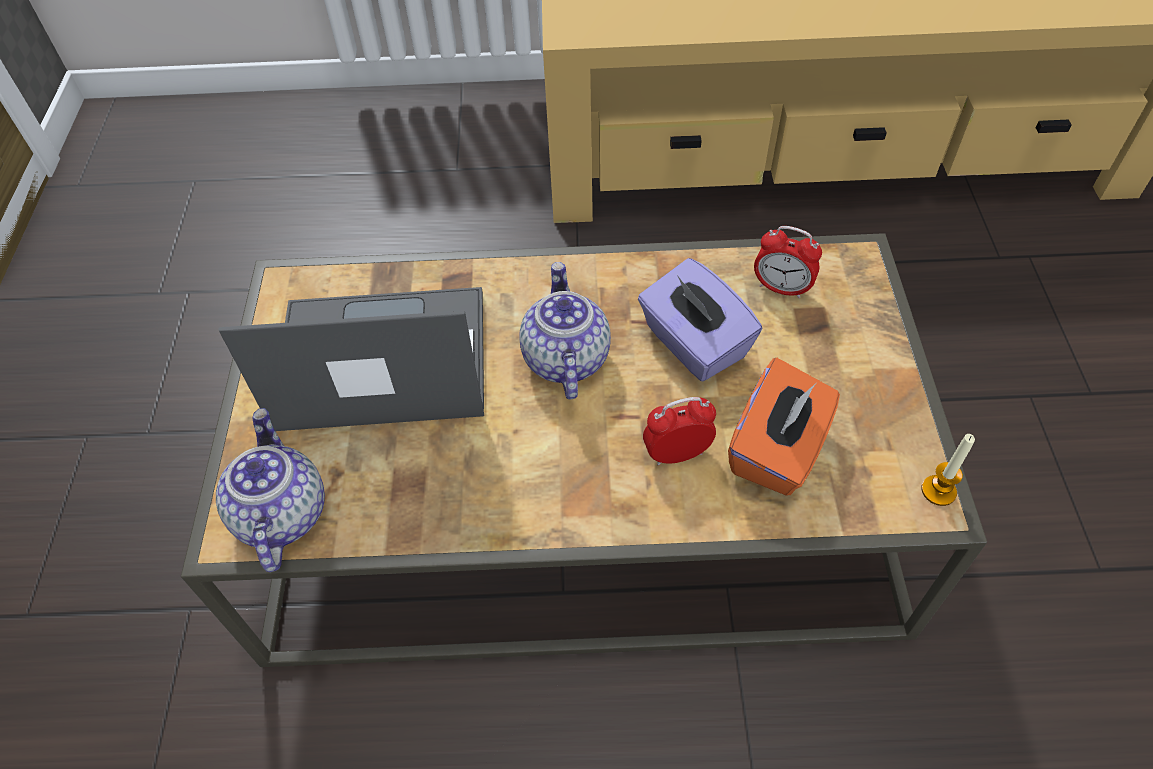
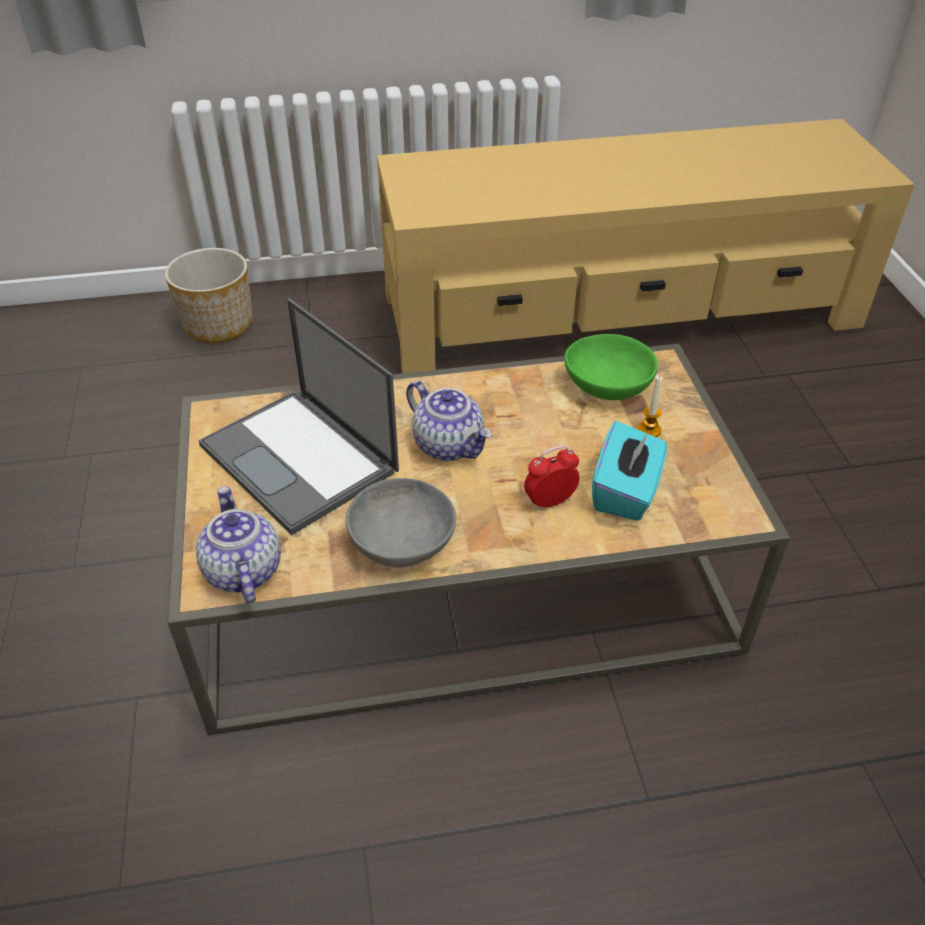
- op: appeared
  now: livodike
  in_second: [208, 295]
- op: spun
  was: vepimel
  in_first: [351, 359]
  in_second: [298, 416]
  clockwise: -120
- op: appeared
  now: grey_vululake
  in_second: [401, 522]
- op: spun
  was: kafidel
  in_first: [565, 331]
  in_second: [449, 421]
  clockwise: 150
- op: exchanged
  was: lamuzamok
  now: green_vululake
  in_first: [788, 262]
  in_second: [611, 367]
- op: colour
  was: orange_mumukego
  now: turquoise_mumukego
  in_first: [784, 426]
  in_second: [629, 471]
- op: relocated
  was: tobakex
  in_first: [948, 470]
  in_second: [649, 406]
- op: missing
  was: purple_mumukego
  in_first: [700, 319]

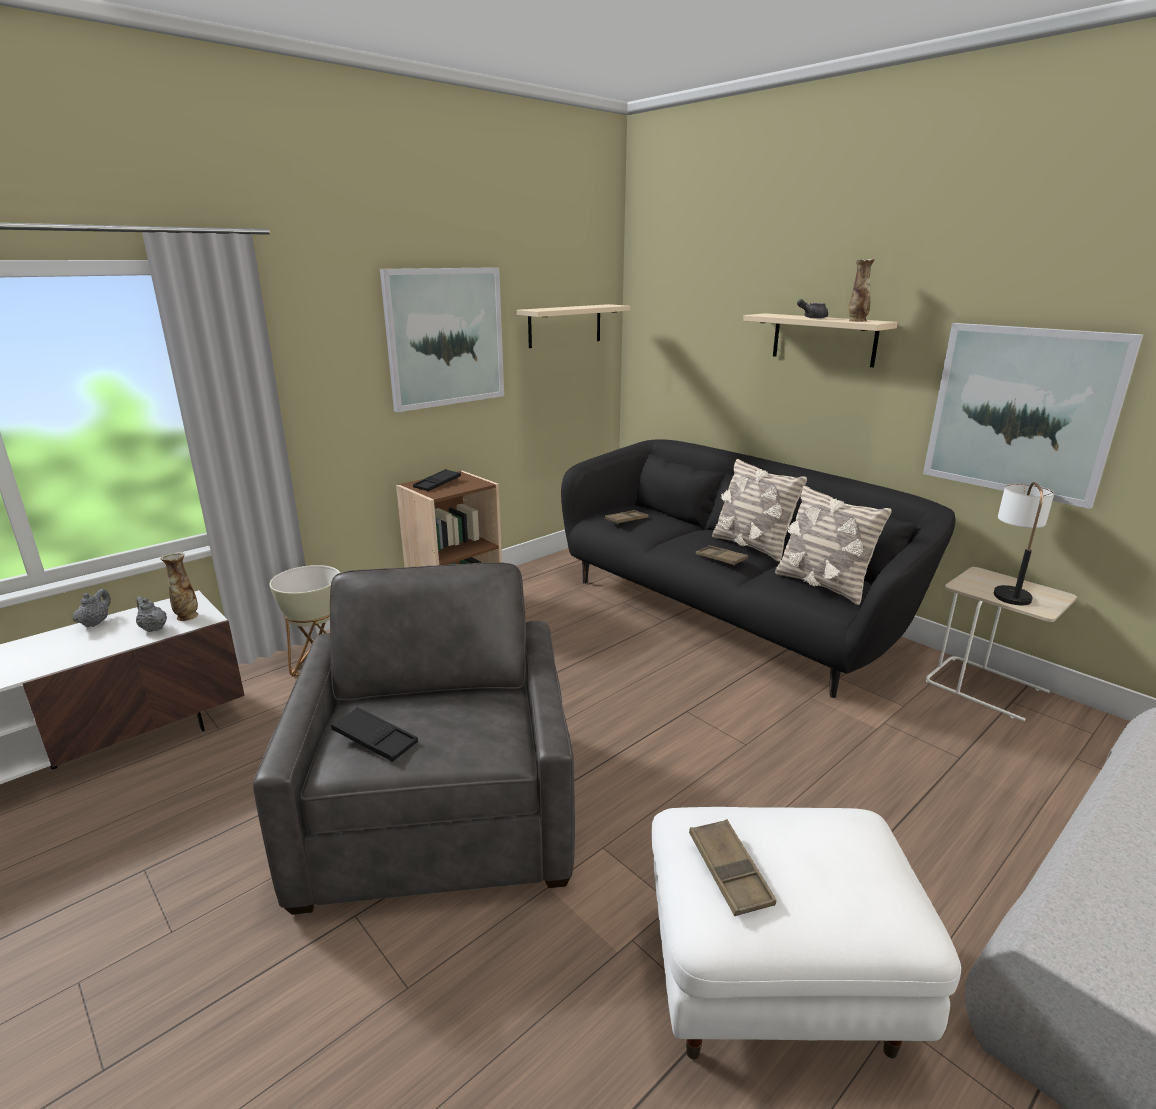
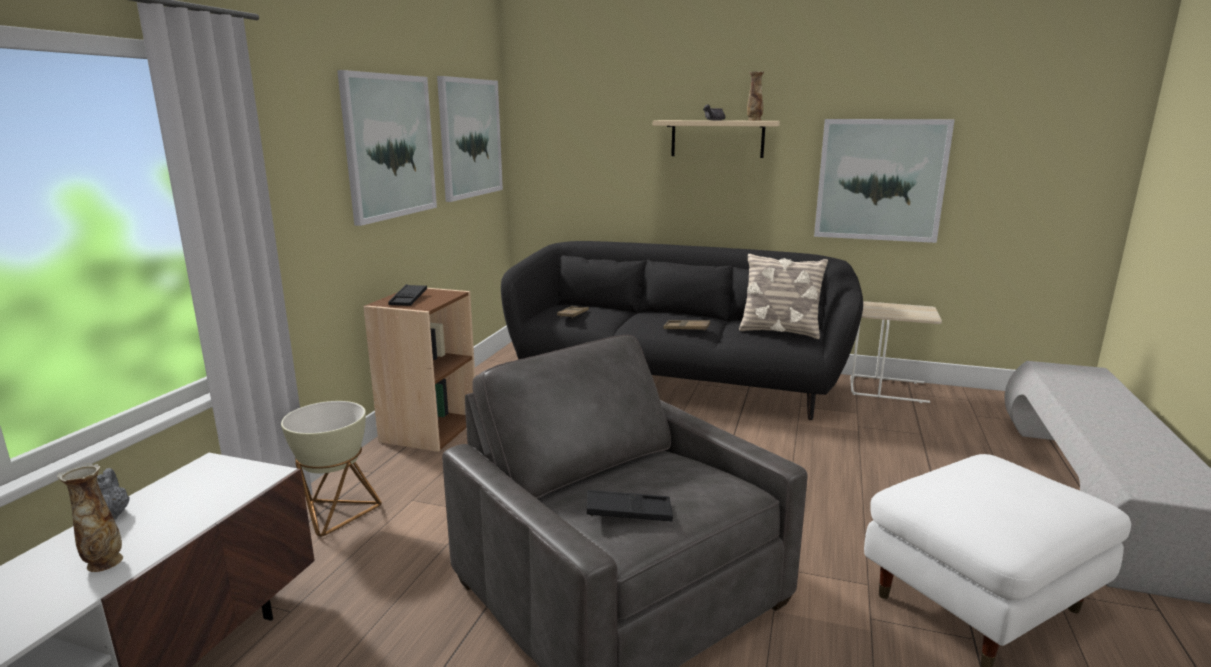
- op: relocated
  was: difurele
  in_first: [179, 586]
  in_second: [90, 517]
- op: exchanged
  was: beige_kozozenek
  now: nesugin
  in_first: [574, 326]
  in_second: [470, 139]
- op: missing
  was: grey_kafidel
  in_first: [151, 614]
- op: missing
  was: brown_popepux
  in_first: [732, 867]
- op: missing
  was: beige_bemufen
  in_first: [759, 510]
- op: missing
  was: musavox
  in_first: [1024, 543]

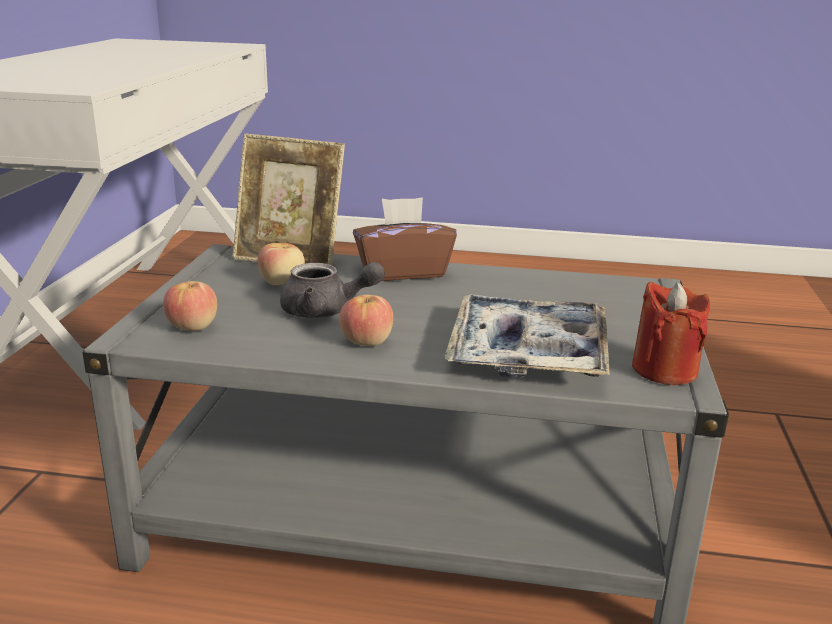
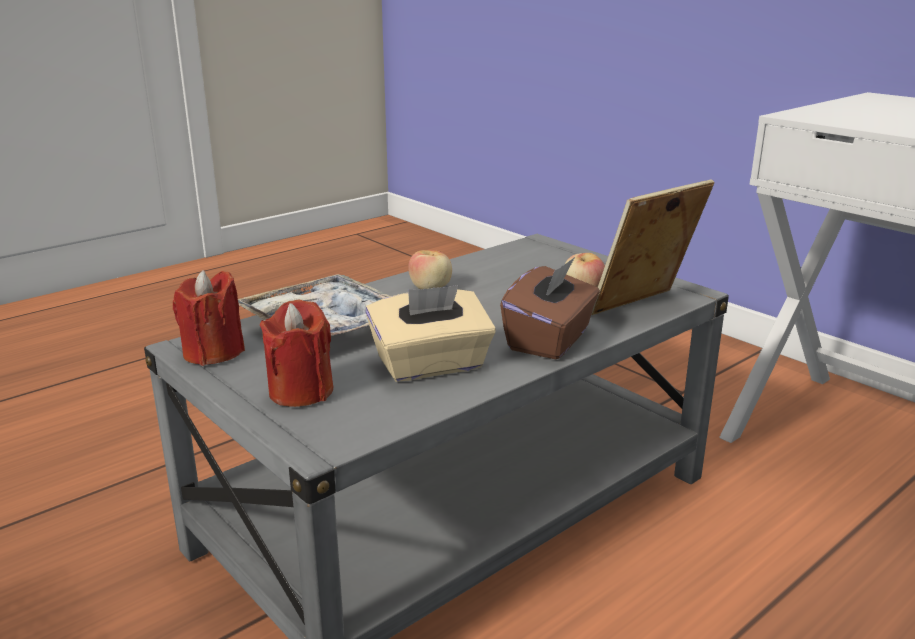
- op: appeared
  now: red_tobakex
  in_second: [297, 353]
- op: appeared
  now: beige_mumukego
  in_second: [431, 333]
- op: missing
  was: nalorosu
  in_first: [190, 306]
- op: missing
  was: grey_kafidel
  in_first: [332, 290]

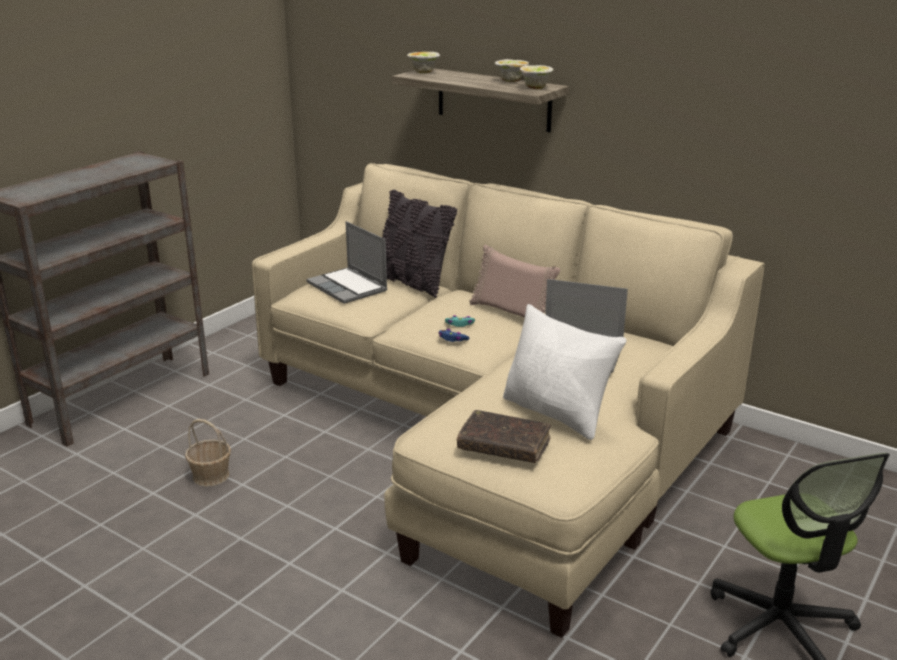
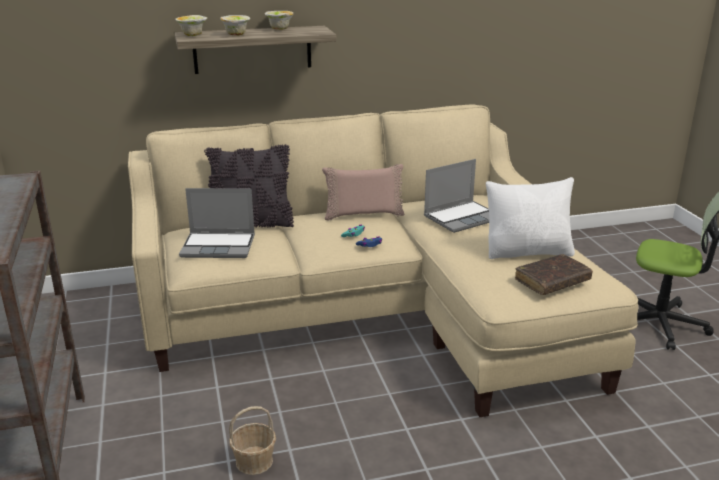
- op: relocated
  was: vululake
  in_first: [537, 77]
  in_second: [235, 25]

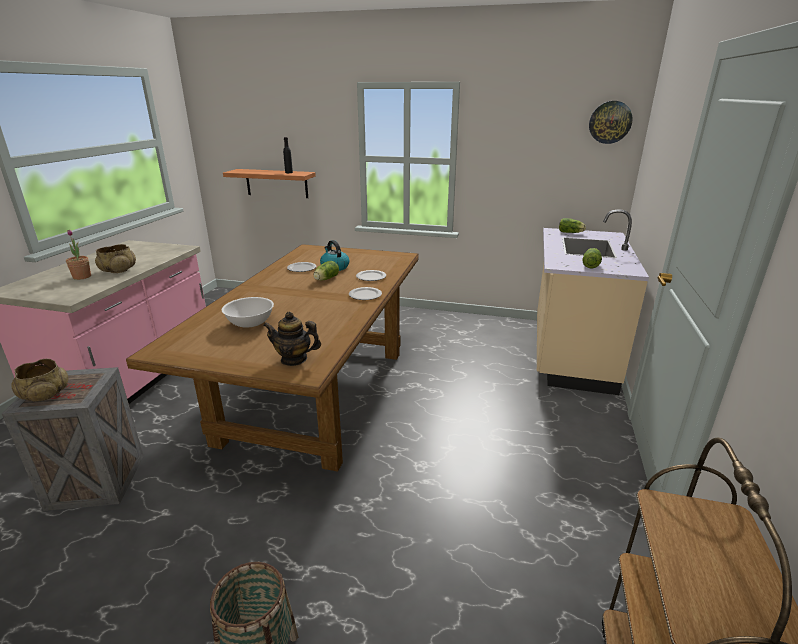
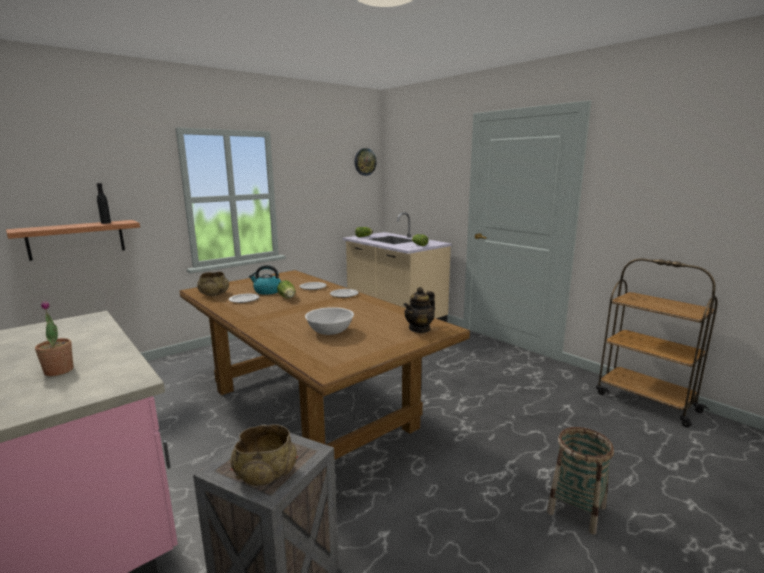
- op: relocated
  was: beige_vululake
  in_first: [115, 258]
  in_second: [213, 284]

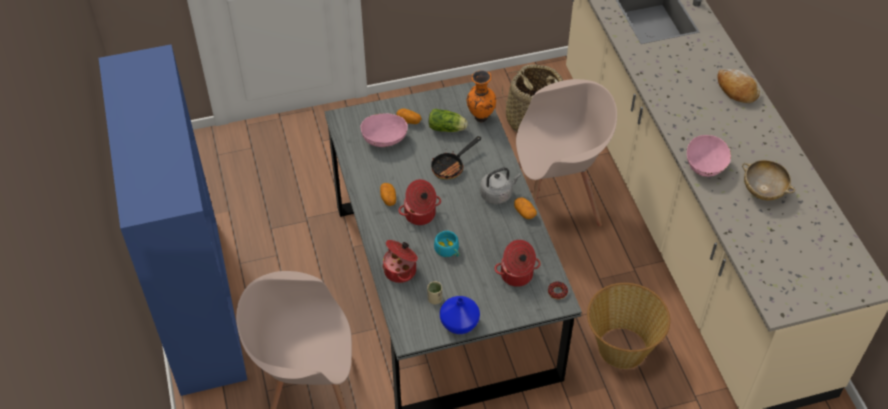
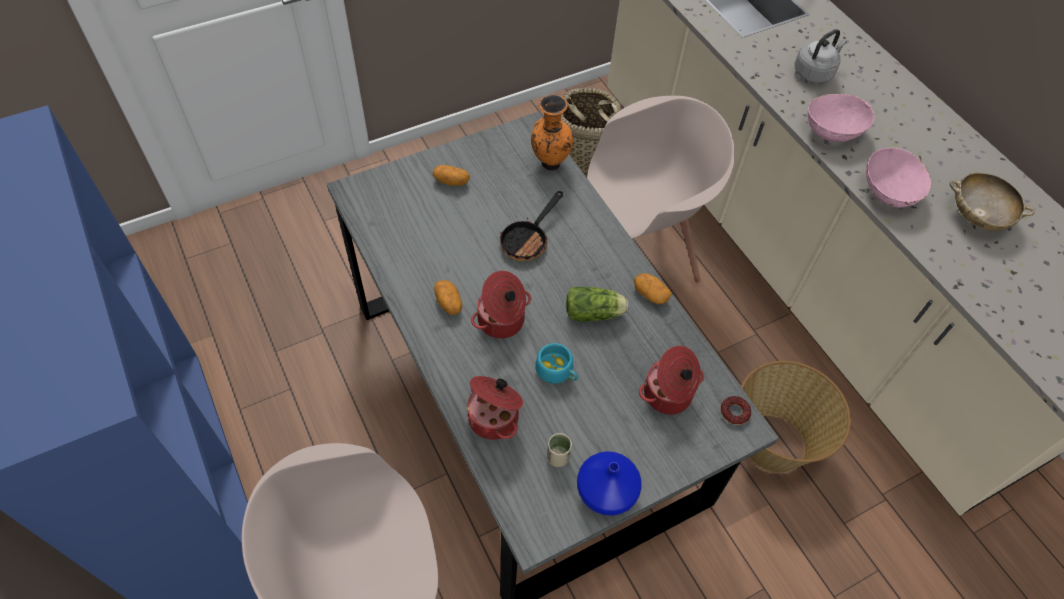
- op: relocated
  was: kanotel
  in_first: [448, 120]
  in_second: [597, 304]
- op: relocated
  was: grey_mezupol
  in_first: [500, 185]
  in_second: [820, 56]
- op: relocated
  was: pink_vululake
  in_first: [384, 130]
  in_second: [841, 118]
- op: missing
  was: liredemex
  in_first: [738, 86]

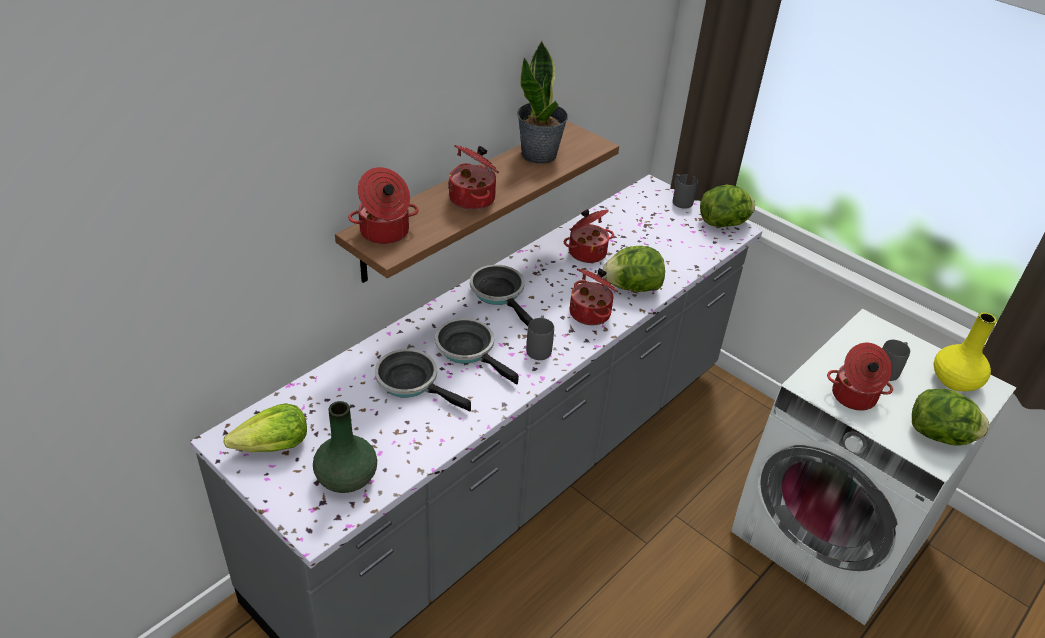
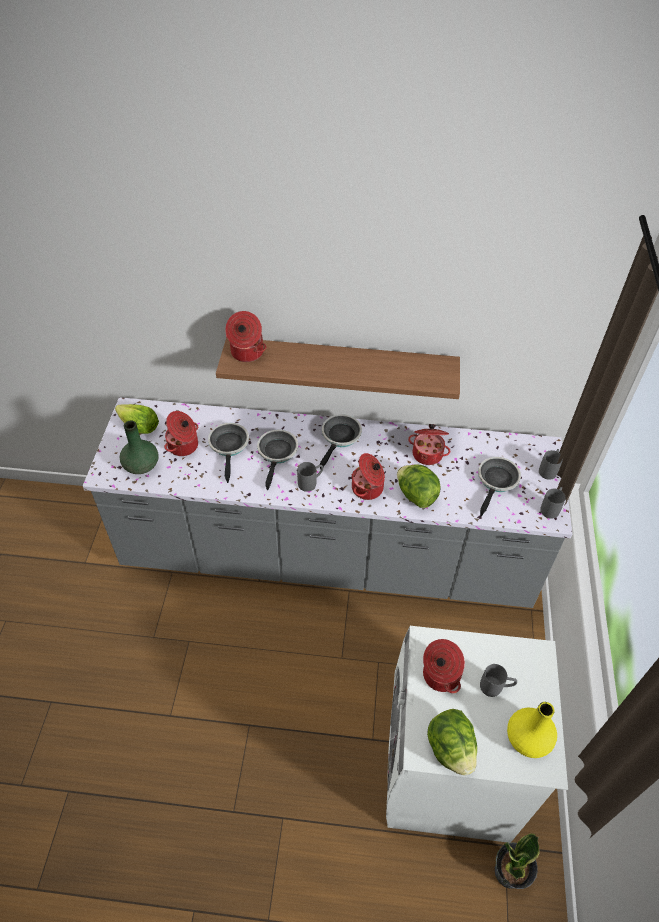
- op: relocated
  was: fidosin
  in_first: [473, 177]
  in_second: [181, 433]
- op: appeared
  now: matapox
  in_second: [499, 486]
- op: relocated
  was: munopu
  in_first: [542, 102]
  in_second: [517, 861]
- op: exchanged
  was: kanotel
  now: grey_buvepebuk
  in_first: [727, 206]
  in_second: [553, 503]

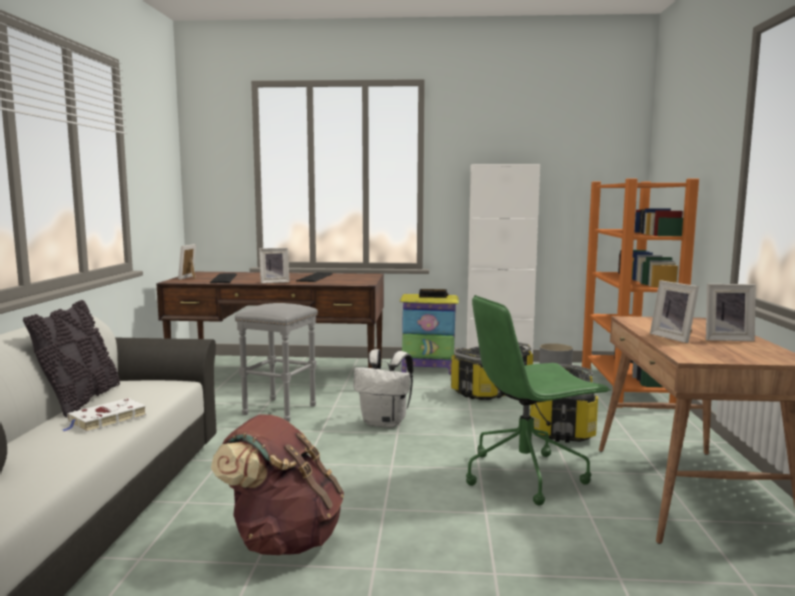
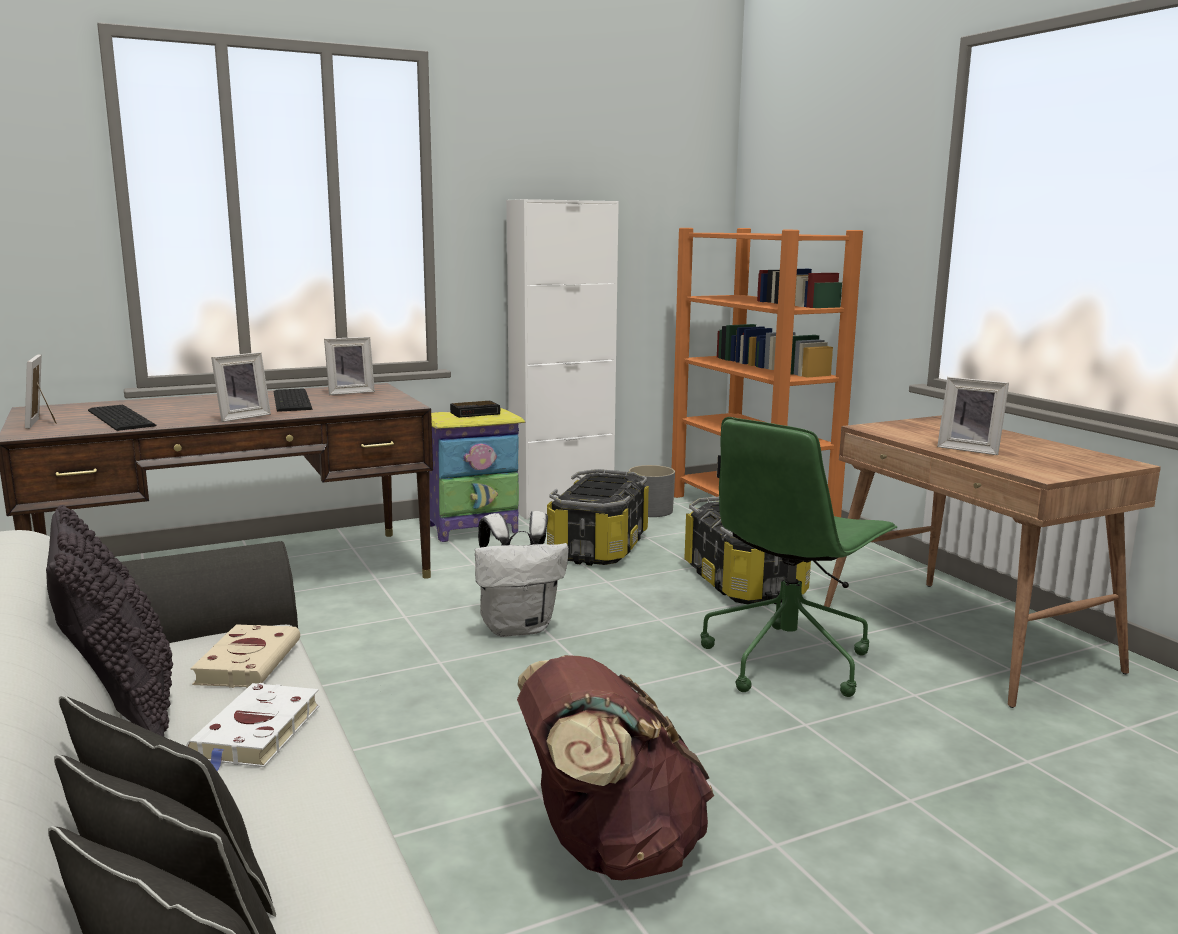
- op: appeared
  now: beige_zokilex
  in_second: [245, 656]
- op: relocated
  was: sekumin
  in_first: [731, 312]
  in_second: [349, 366]
- op: missing
  was: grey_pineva
  in_first: [276, 362]

